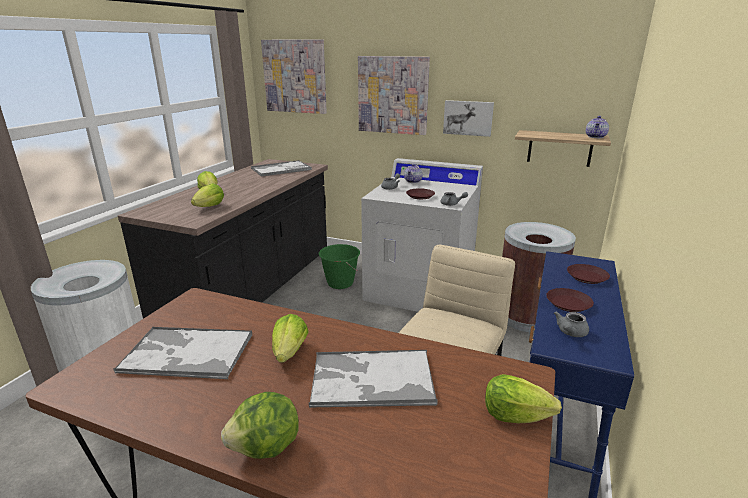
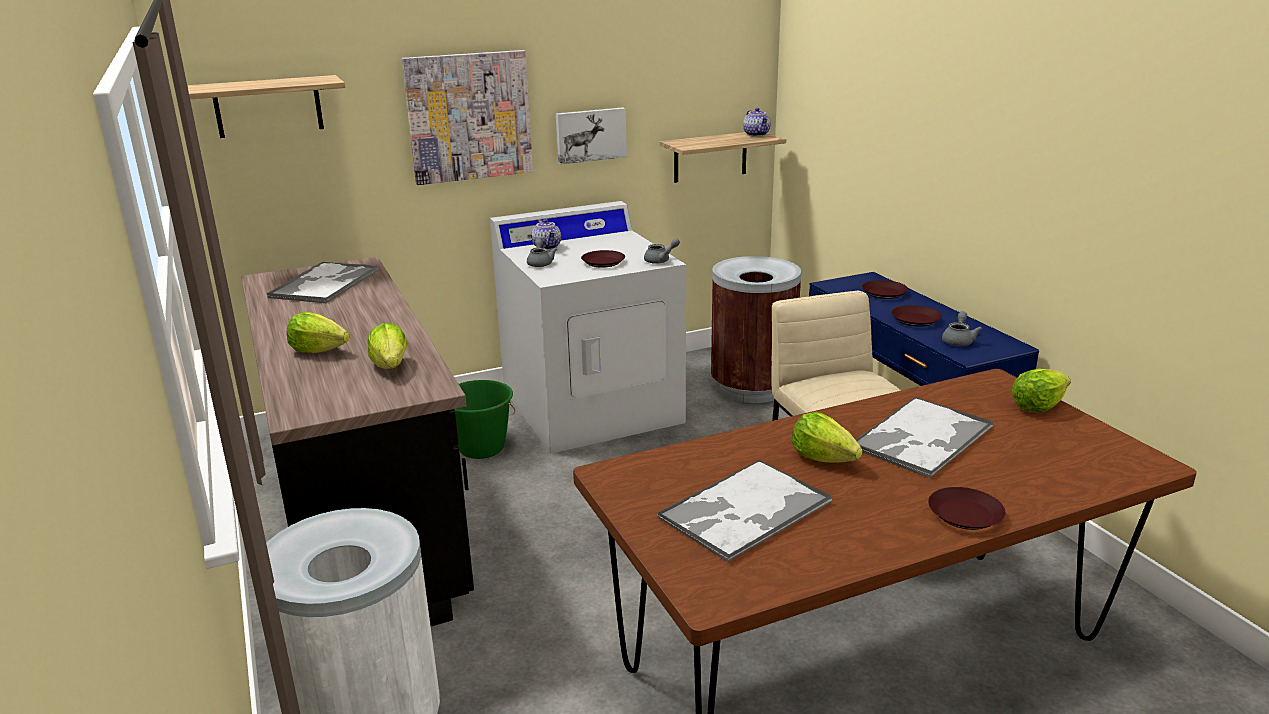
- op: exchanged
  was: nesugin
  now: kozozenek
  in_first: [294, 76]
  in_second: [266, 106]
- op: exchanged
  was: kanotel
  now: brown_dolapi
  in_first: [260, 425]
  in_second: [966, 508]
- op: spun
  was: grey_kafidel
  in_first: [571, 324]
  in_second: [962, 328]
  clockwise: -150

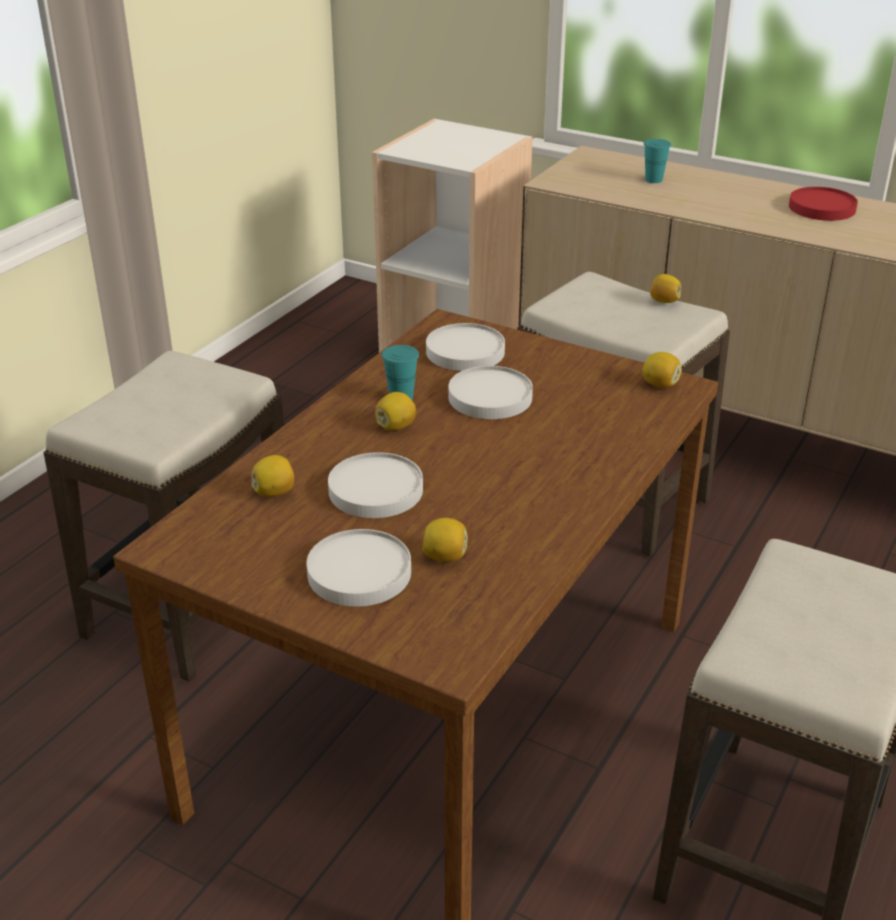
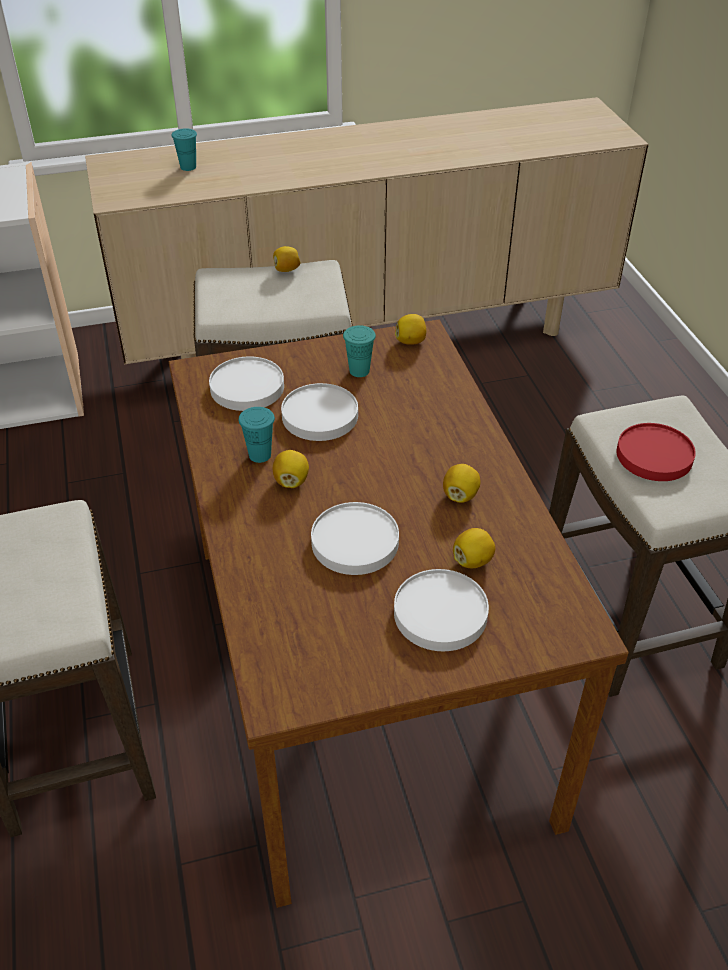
- op: appeared
  now: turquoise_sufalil
  in_second: [359, 351]
- op: relocated
  was: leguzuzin
  in_first: [272, 476]
  in_second: [461, 483]
- op: relocated
  was: red_dolapi
  in_first: [823, 204]
  in_second: [656, 452]

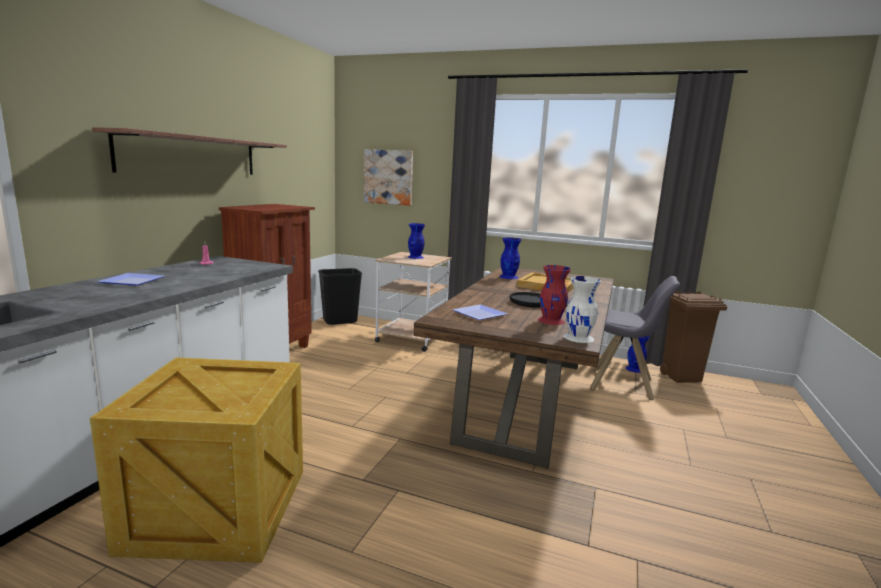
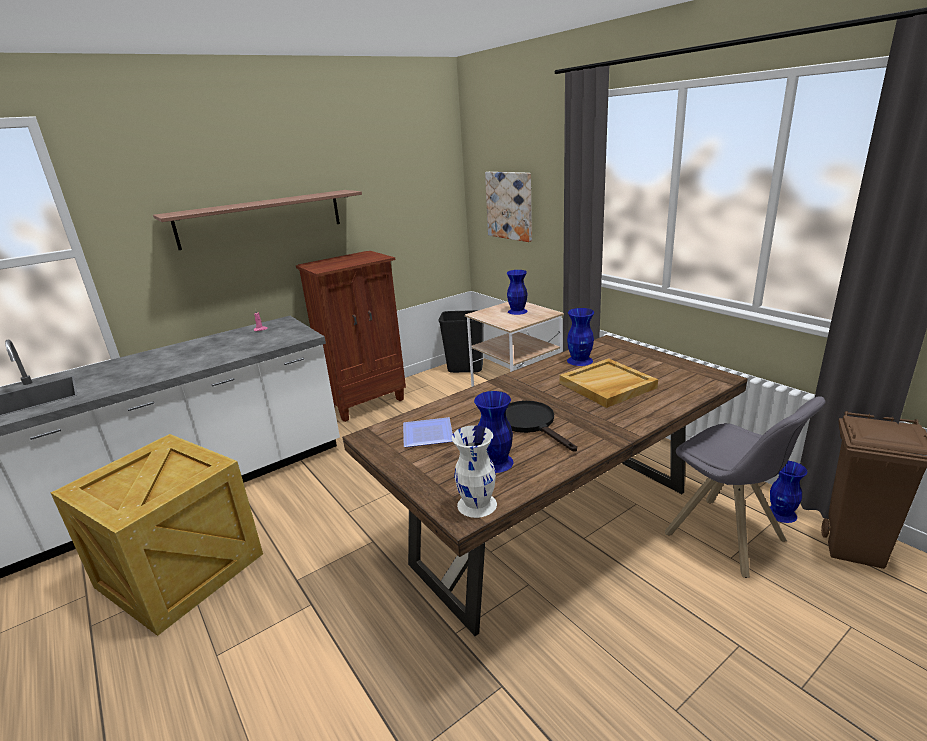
- op: colour
  was: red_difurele
  now: blue_difurele
  in_first: [554, 295]
  in_second: [493, 432]
- op: missing
  was: dolapi
  in_first: [131, 279]

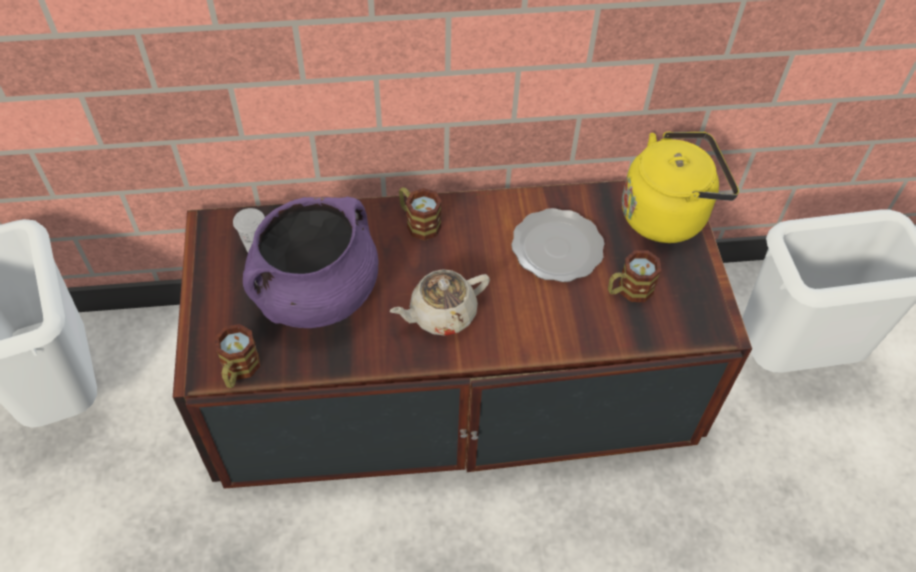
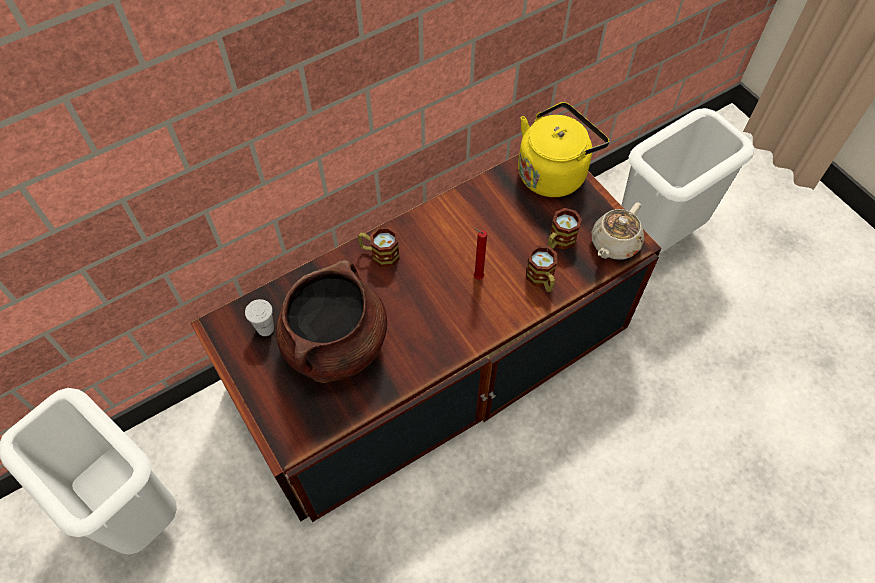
- op: colour
  was: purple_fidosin
  now: brown_fidosin
  in_first: [310, 262]
  in_second: [331, 321]
- op: appeared
  now: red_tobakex
  in_second: [480, 254]
- op: relocated
  was: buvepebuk
  in_first: [237, 356]
  in_second: [541, 268]
- op: relocated
  was: beige_kafidel
  in_first: [440, 302]
  in_second: [617, 231]
- op: missing
  was: dolapi
  in_first: [558, 245]

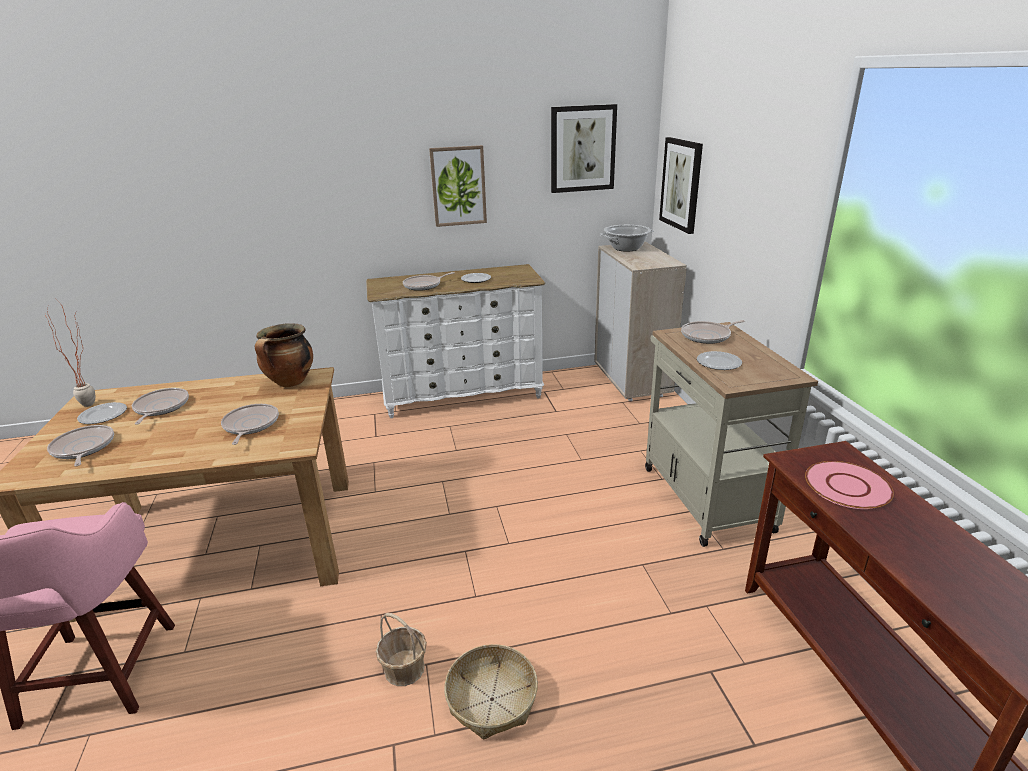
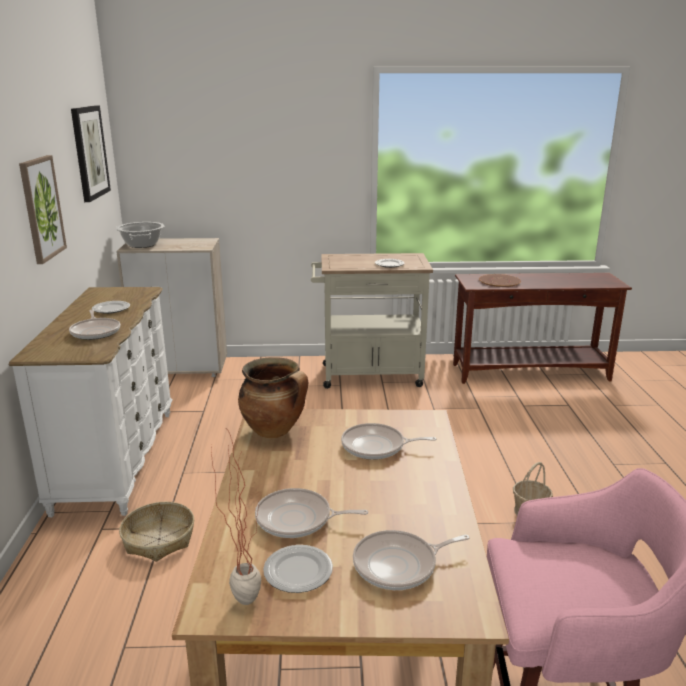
- op: relocated
  was: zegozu
  in_first: [491, 692]
  in_second: [156, 532]
- op: colour
  was: pink_dolapi
  now: brown_dolapi
  in_first: [849, 485]
  in_second: [500, 280]
- op: missing
  was: nesugin
  in_first: [681, 185]
- op: missing
  was: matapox
  in_first: [713, 332]

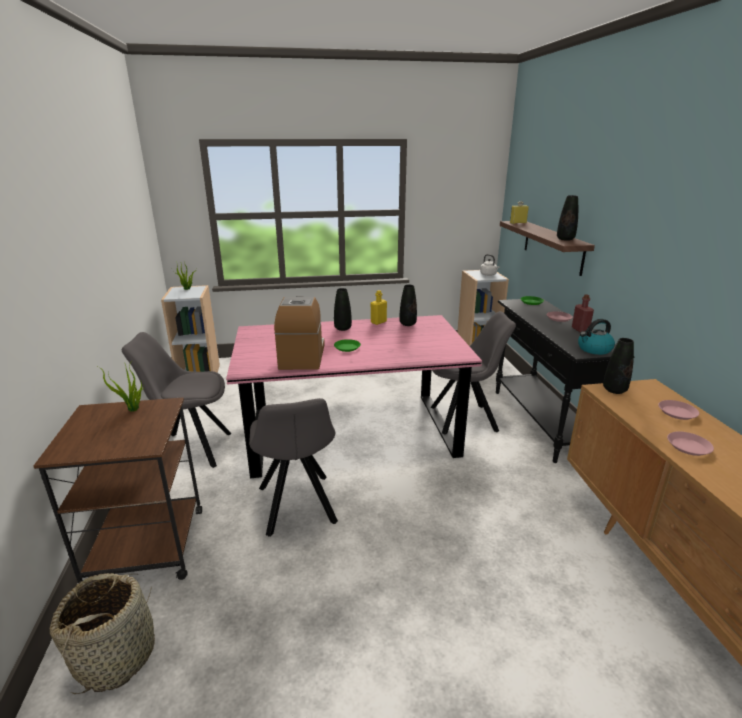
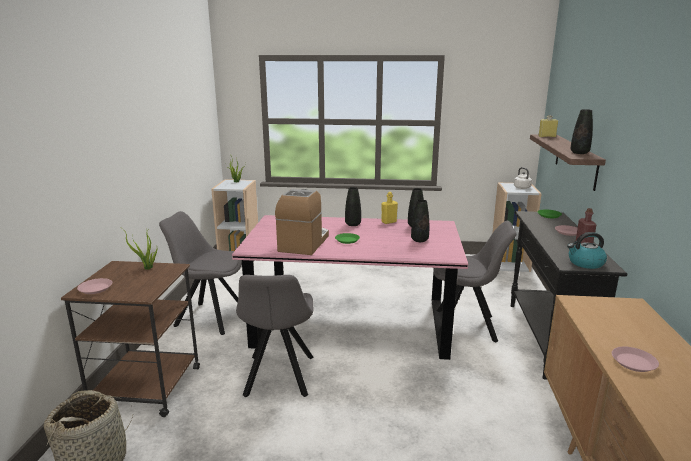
- op: relocated
  was: pink_dolapi
  in_first: [678, 410]
  in_second: [94, 286]
- op: relocated
  was: black_difurele
  in_first: [618, 366]
  in_second: [420, 221]

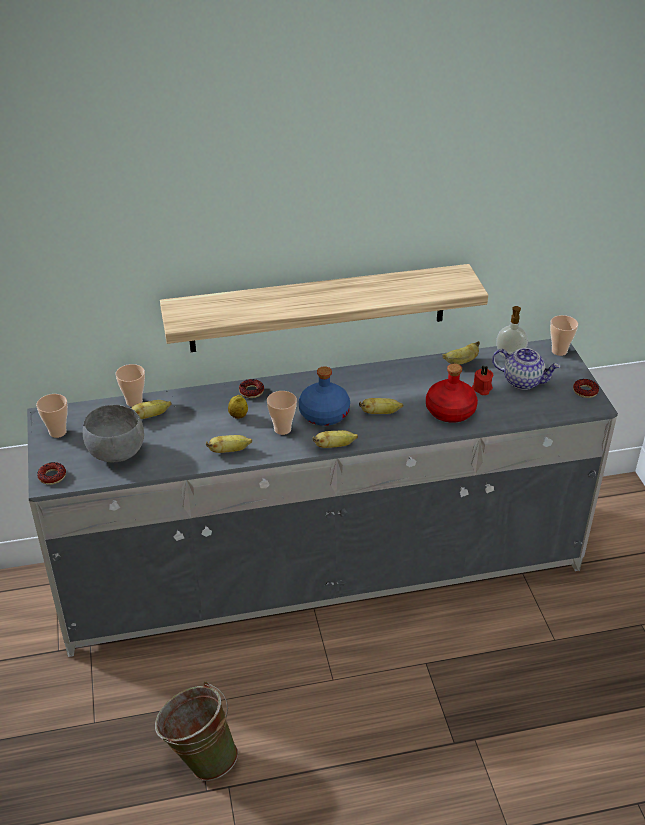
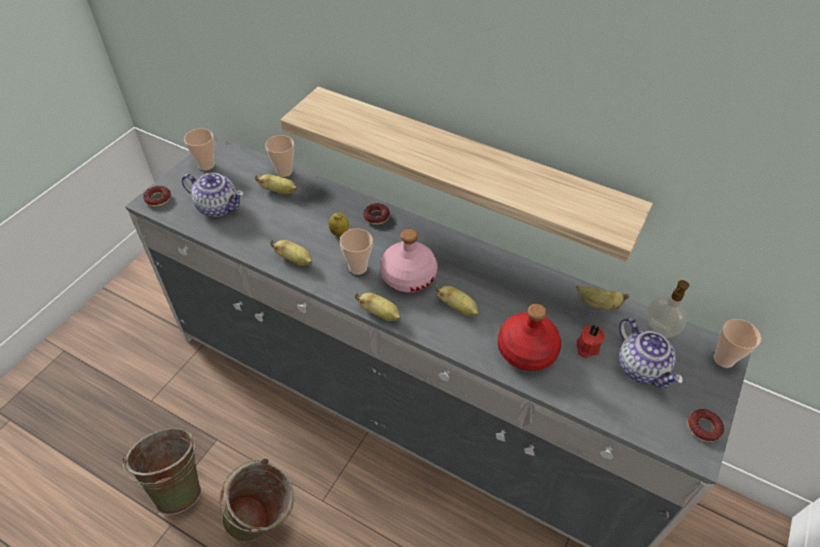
- op: exchanged
  was: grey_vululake
  now: kafidel
  in_first: [113, 433]
  in_second: [212, 195]
- op: appeared
  now: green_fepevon
  in_second: [256, 500]
- op: colour
  was: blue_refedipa
  now: pink_refedipa
  in_first: [324, 396]
  in_second: [408, 261]

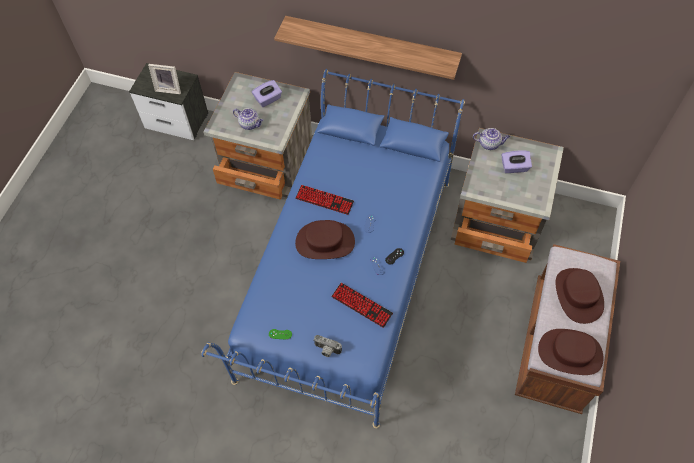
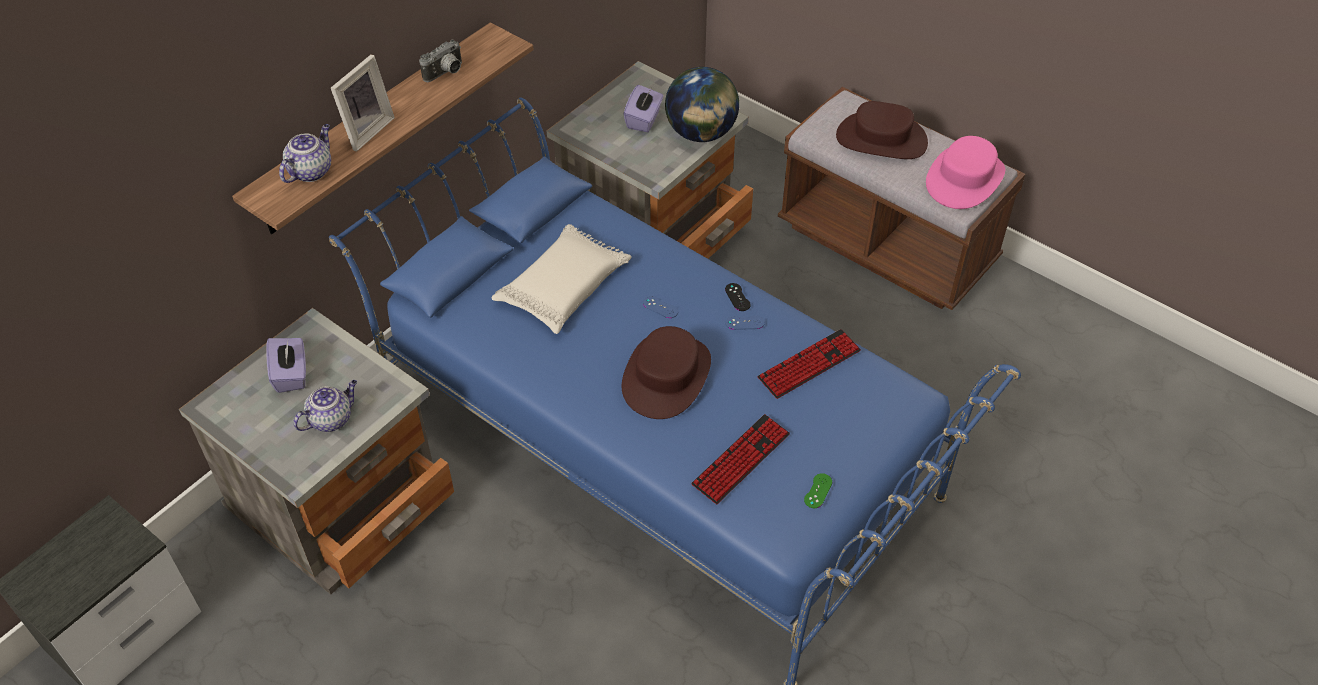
- op: relocated
  was: kafidel
  in_first: [491, 139]
  in_second: [305, 153]
- op: relocated
  was: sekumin
  in_first: [164, 79]
  in_second: [363, 103]
- op: relocated
  was: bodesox
  in_first: [328, 346]
  in_second: [440, 61]
- op: appeared
  now: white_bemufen
  in_second: [562, 279]
- op: appeared
  now: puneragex
  in_second: [702, 104]
- op: relocated
  was: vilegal
  in_first: [324, 200]
  in_second: [740, 459]
- op: colour
  was: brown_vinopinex
  now: pink_vinopinex
  in_first: [570, 352]
  in_second: [965, 172]

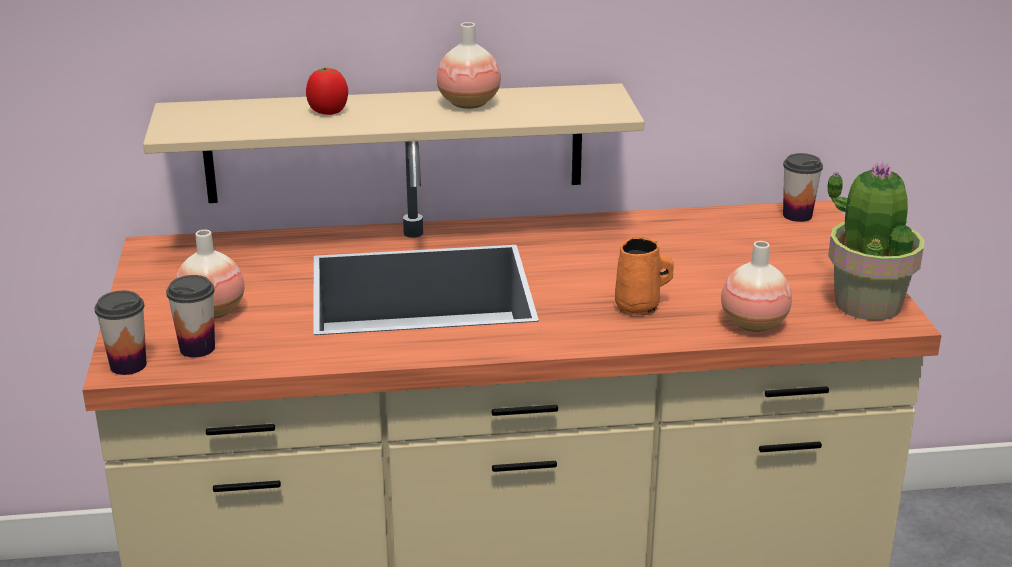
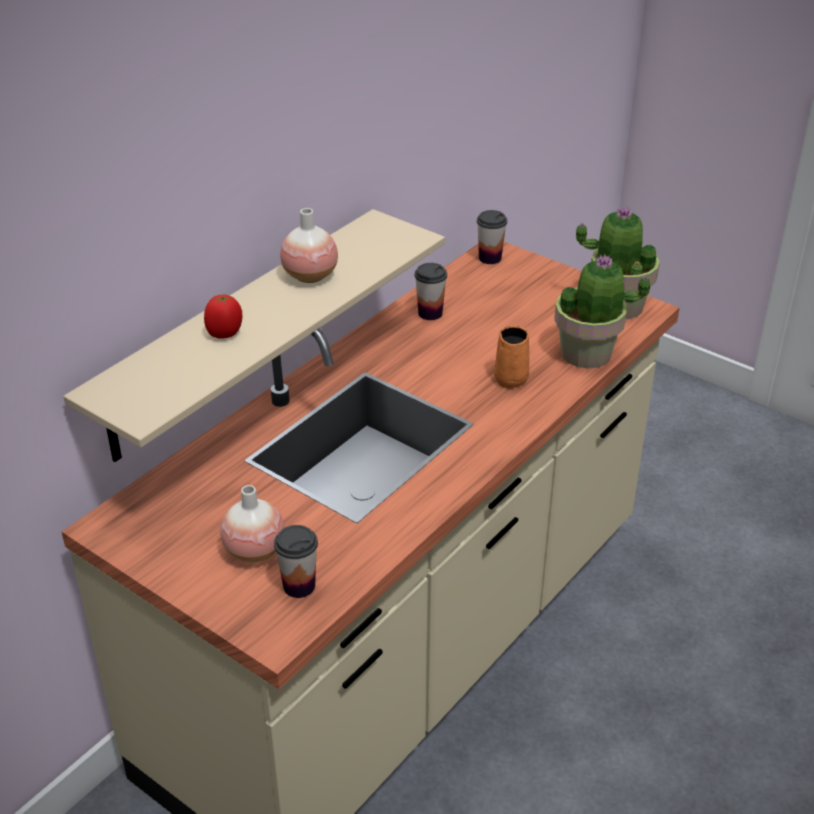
- op: relocated
  was: sufalil
  in_first: [121, 333]
  in_second: [430, 291]
- op: exchanged
  was: difurele
  now: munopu
  in_first: [756, 286]
  in_second: [602, 311]

